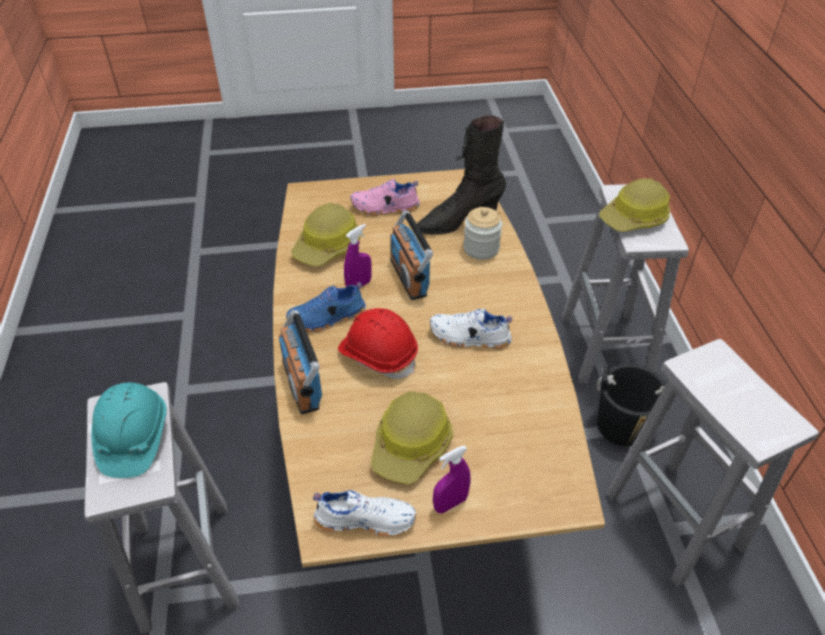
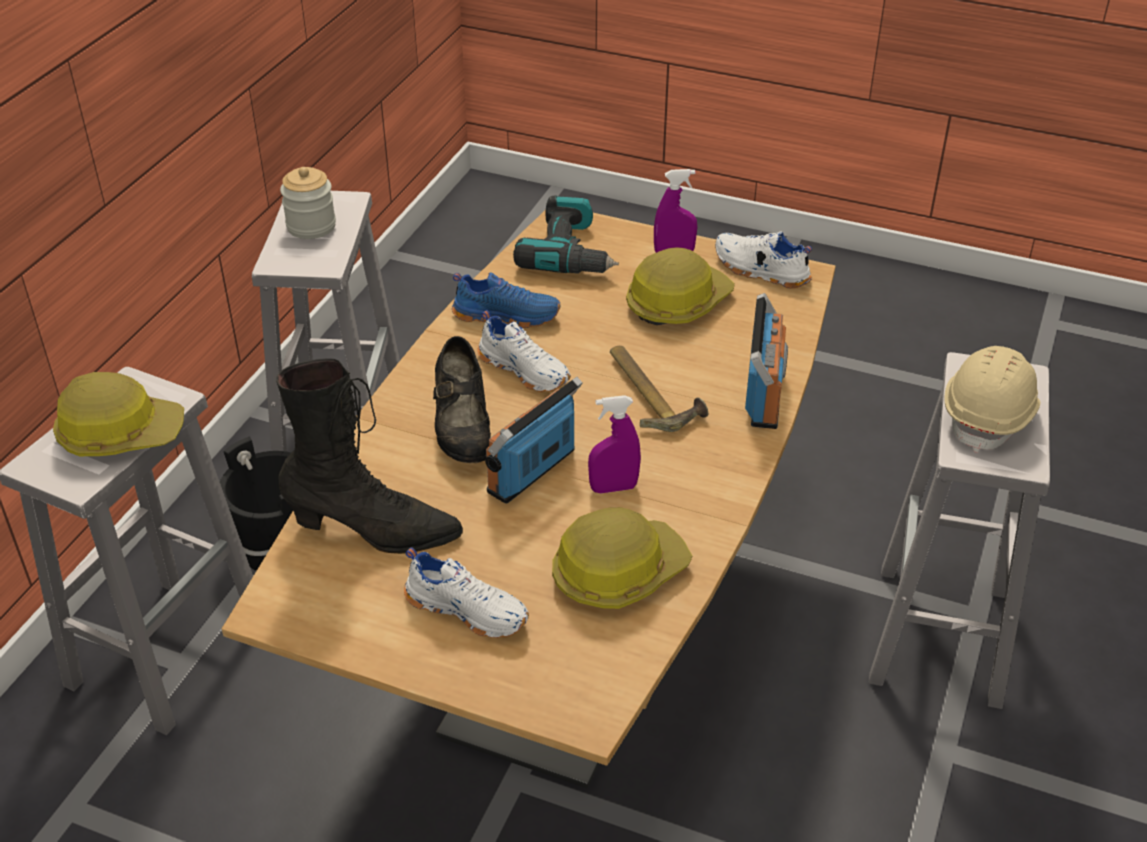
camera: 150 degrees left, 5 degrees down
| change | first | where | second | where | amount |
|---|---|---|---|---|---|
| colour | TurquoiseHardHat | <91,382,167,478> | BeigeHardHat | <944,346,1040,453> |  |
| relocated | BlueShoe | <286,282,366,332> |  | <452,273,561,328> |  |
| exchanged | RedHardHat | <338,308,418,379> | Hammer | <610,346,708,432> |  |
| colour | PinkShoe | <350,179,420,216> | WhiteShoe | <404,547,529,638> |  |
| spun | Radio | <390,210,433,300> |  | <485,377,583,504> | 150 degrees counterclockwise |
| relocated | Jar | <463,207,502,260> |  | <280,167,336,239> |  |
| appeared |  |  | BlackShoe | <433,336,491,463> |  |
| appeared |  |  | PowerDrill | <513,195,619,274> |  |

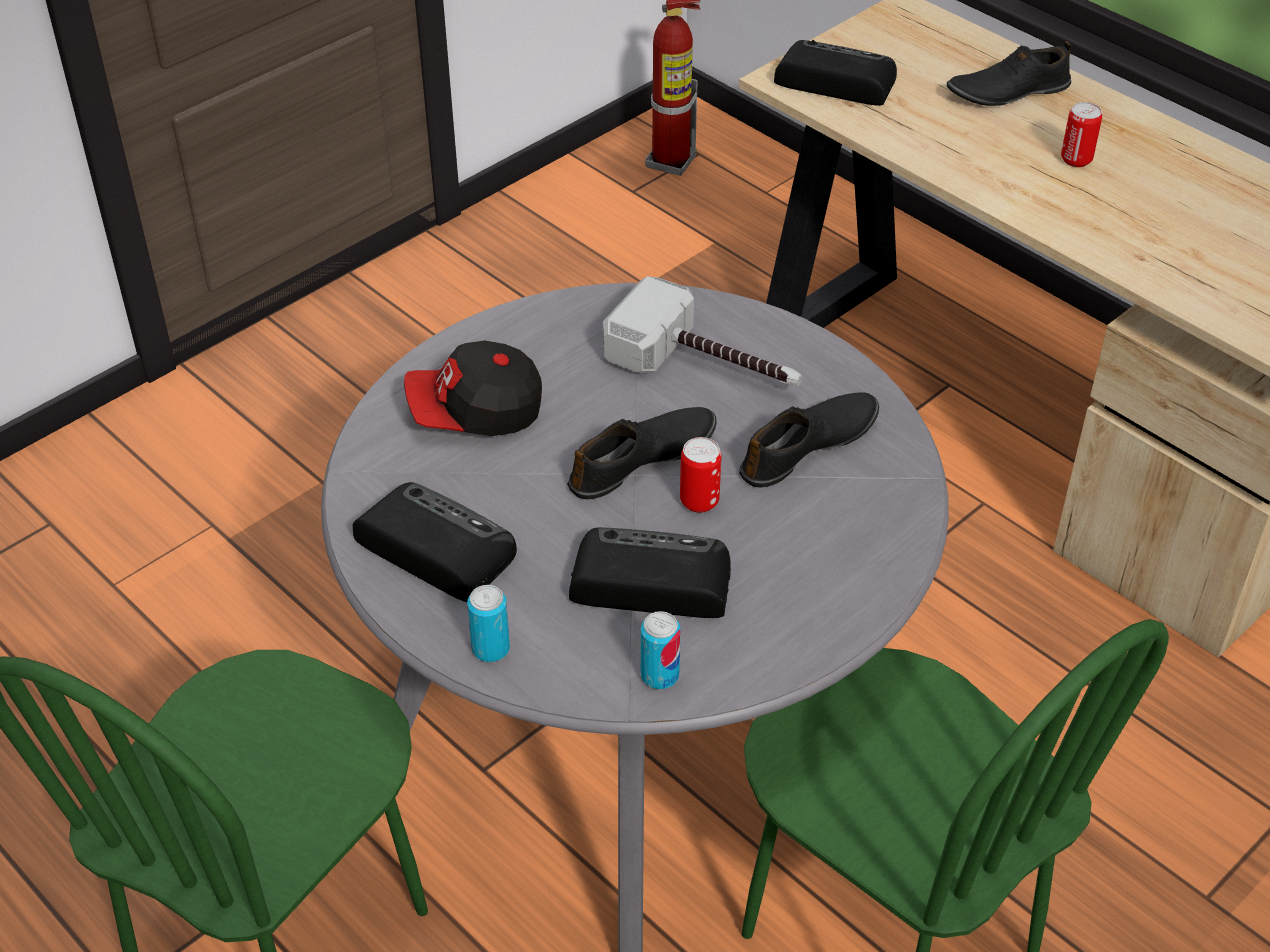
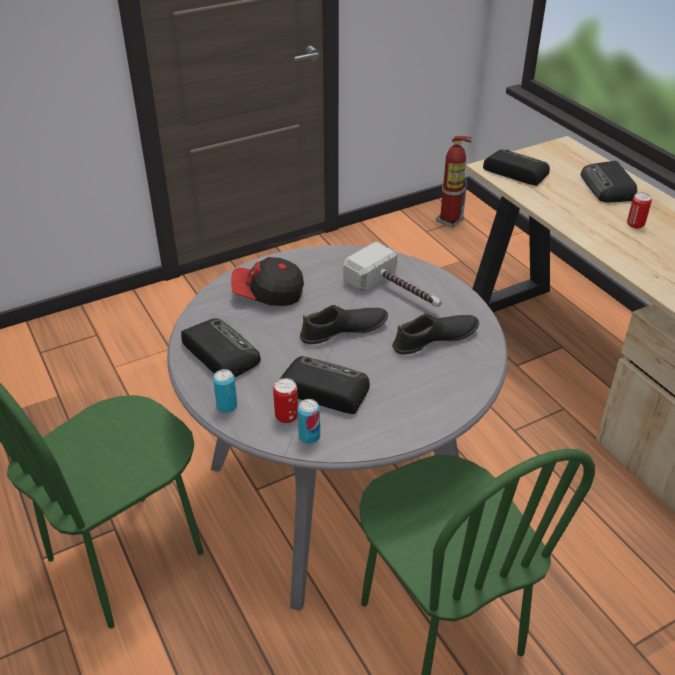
camera: 15 degrees right, 5 degrees down
| change | first | where | second | where | amount |
|---|---|---|---|---|---|
| relocated | Can | <680,437,721,513> |  | <273,378,298,423> |  |
| exchanged | BlackShoe | <947,41,1071,106> | Radio | <581,161,637,202> |  |

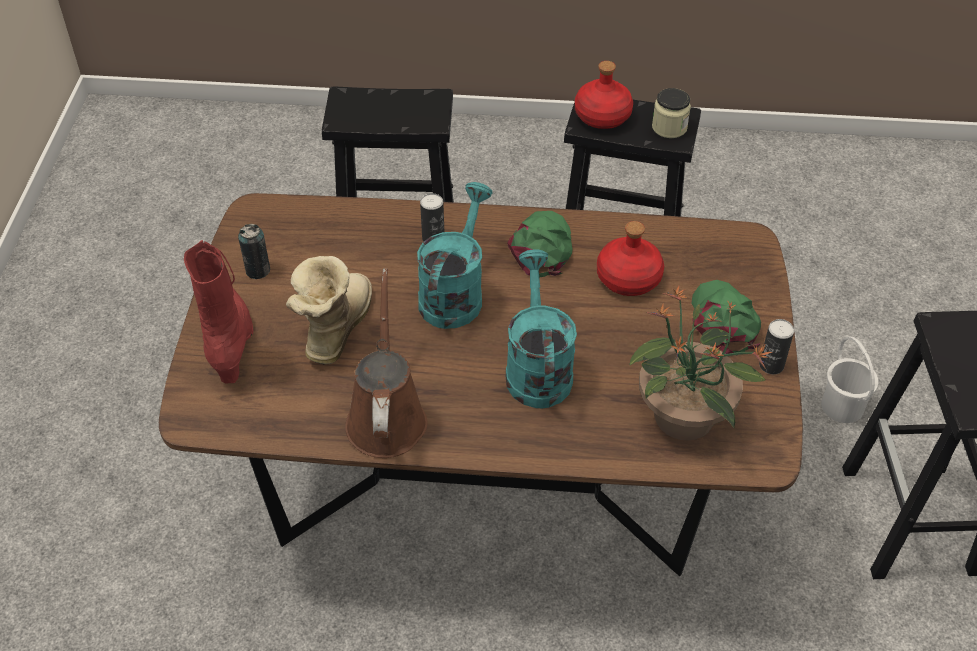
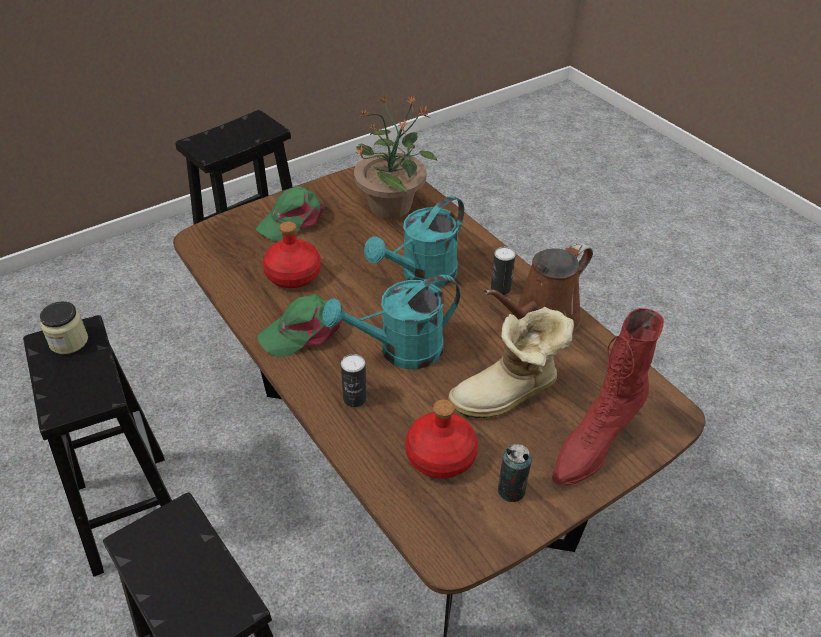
camera: 130 degrees left, 5 degrees down
| change | first | where | second | where | amount |
|---|---|---|---|---|---|
| relocated | RedBottle | <575,61,633,129> |  | <405,399,478,479> |  |
| relocated | Can | <759,319,794,374> |  | <491,247,516,295> |  |
| missing | WhiteBucket | <821,336,878,423> |  |  |  |

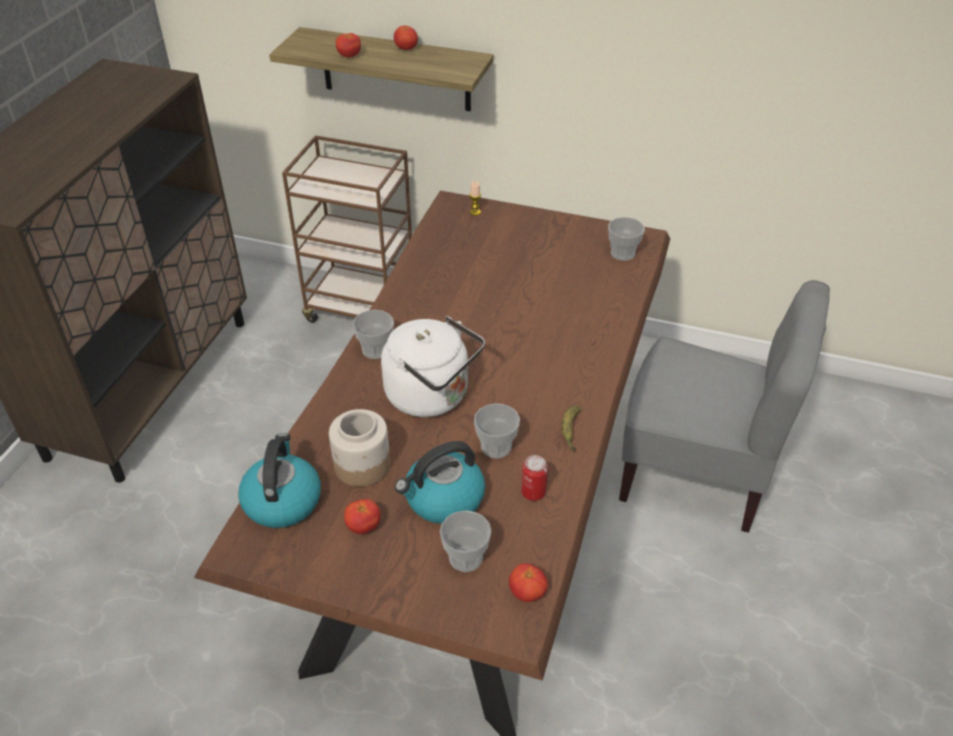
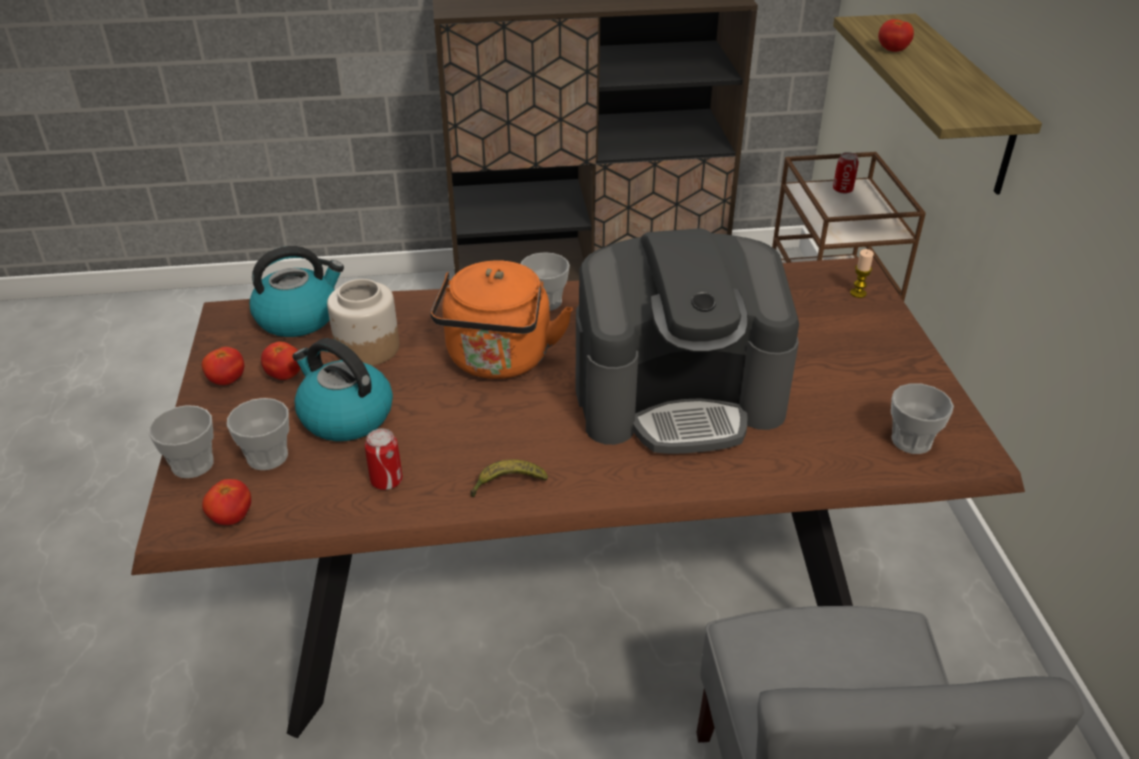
camera: 65 degrees right, 5 degrees down
| change | first | where | second | where | amount |
|---|---|---|---|---|---|
| colour | WhiteKettle | <381,316,485,417> | OrangeKettle | <430,260,573,379> |  |
| relocated | Tomato | <394,26,418,50> |  | <202,347,244,385> |  |
| relocated | Cup | <474,403,520,459> |  | <149,405,214,478> |  |
| appeared |  |  | CoffeeMachine | <576,228,799,454> |  |
| appeared |  |  | Can | <833,152,859,194> |  |

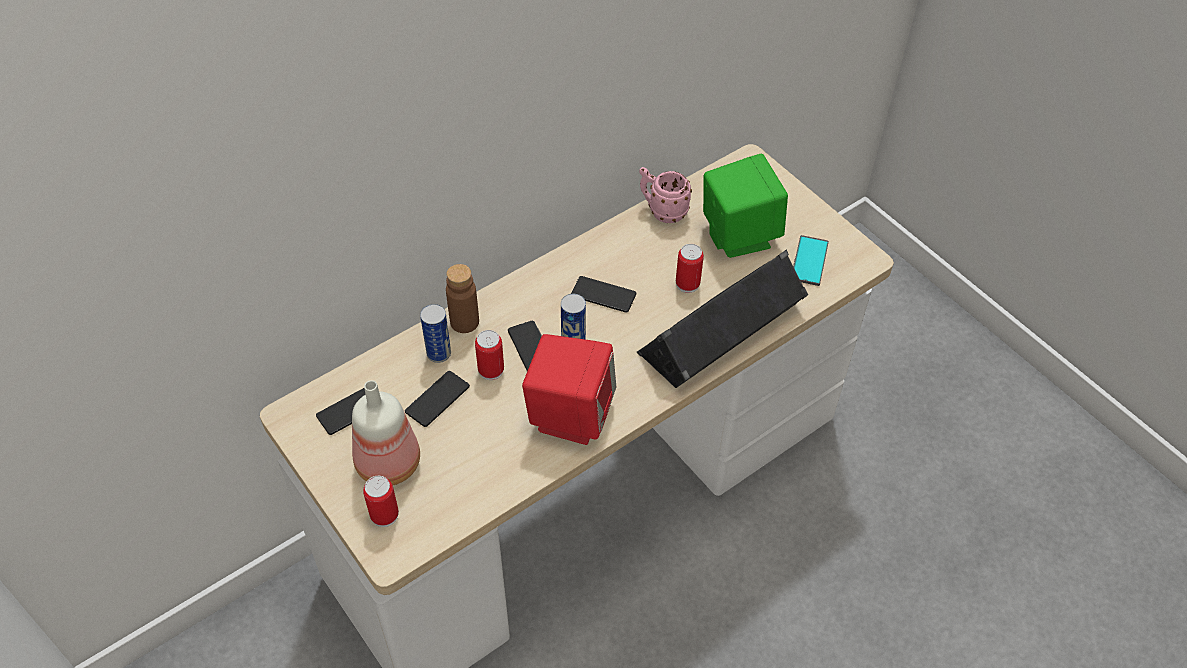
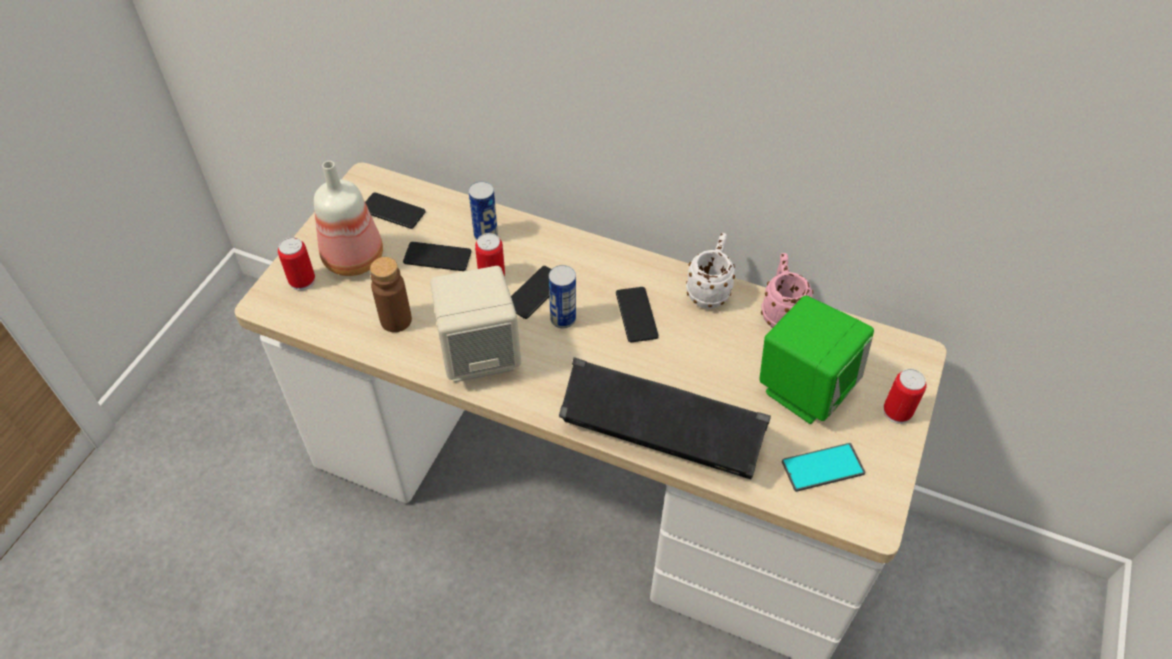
camera: 60 degrees right, 0 degrees up
| change | first | where | second | where | amount |
|---|---|---|---|---|---|
| relocated | BrownBottle | <446,264,479,333> |  | <370,257,412,332> |  |
| colour | RedSpeaker | <522,334,616,445> | BeigeSpeaker | <430,266,521,382> |  |
| relocated | Can | <676,244,704,293> |  | <883,369,927,424> |  |
| appeared |  |  | WhiteMug | <686,233,735,309> |  |

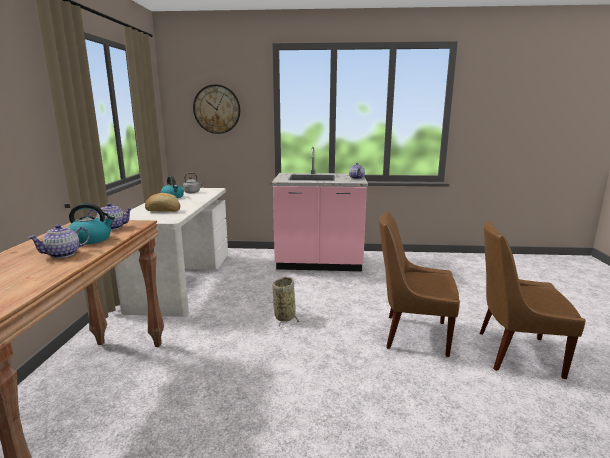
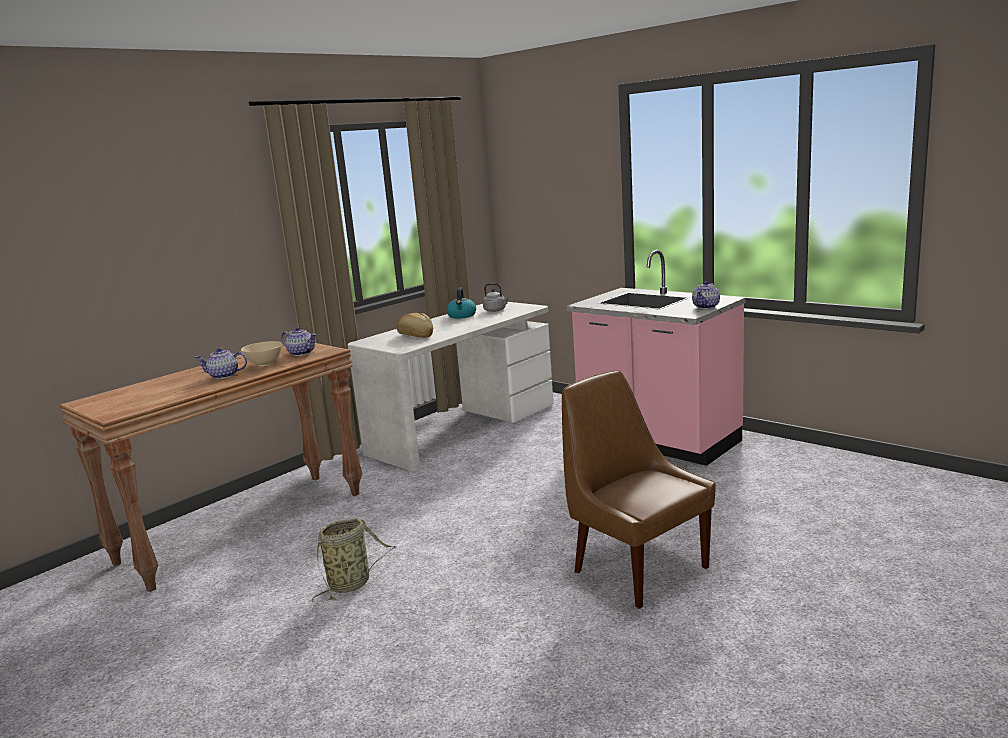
camera: 40 degrees right, 0 degrees up
| change | first | where | second | where | amount |
|---|---|---|---|---|---|
| exchanged | Kettle | <68,203,115,245> | BeigeBowl | <241,341,283,366> |  |
| missing | WallClock | <193,84,240,134> |  |  |  |
| relocated | Basket | <272,277,300,328> |  | <312,518,397,602> |  |
| missing | BrownChair | <480,220,586,379> |  |  |  |

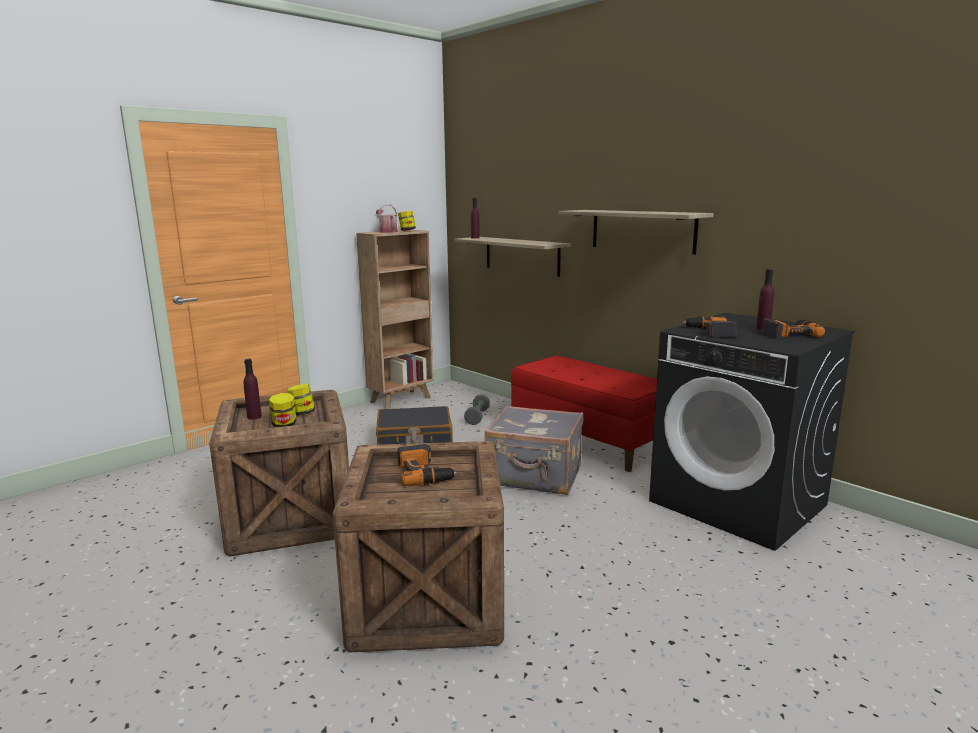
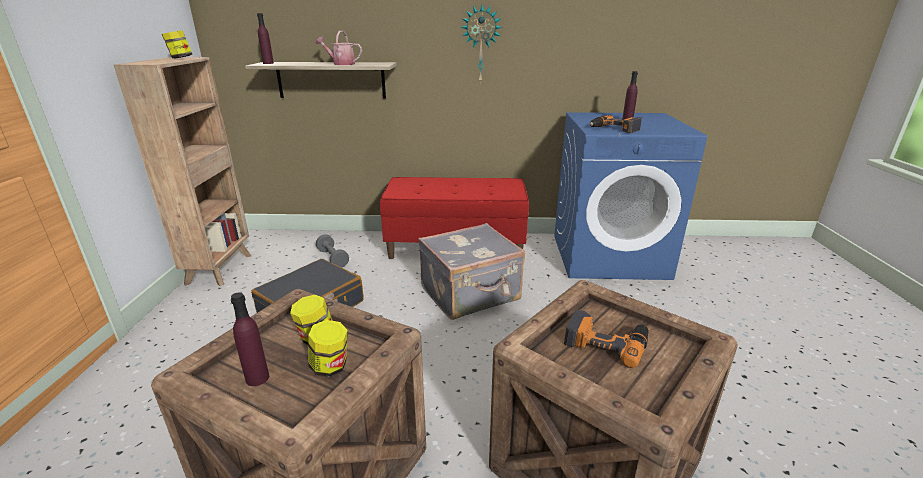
camera: 45 degrees left, 10 degrees up
| change | first | where | second | where | amount |
|---|---|---|---|---|---|
| relocated | WateringCan | <376,205,398,233> |  | <316,31,362,65> |  |
| exchanged | Shelf | <558,210,713,255> | WallClock | <461,5,503,85> |  |
| colour | BlackWashingMachine | <649,313,855,551> | BlueWashingMachine | <554,112,707,280> |  |
| missing | PowerDrill | <762,319,825,339> |  |  |  |

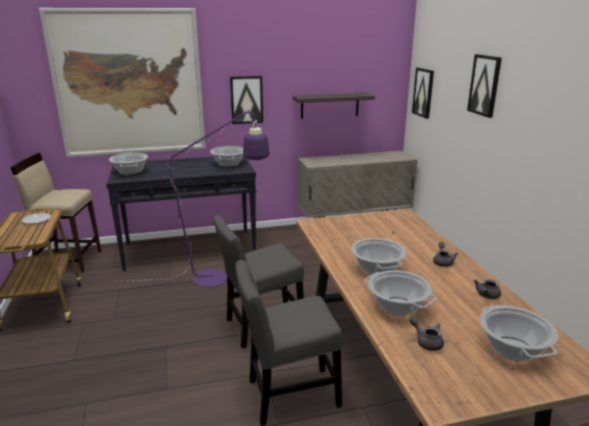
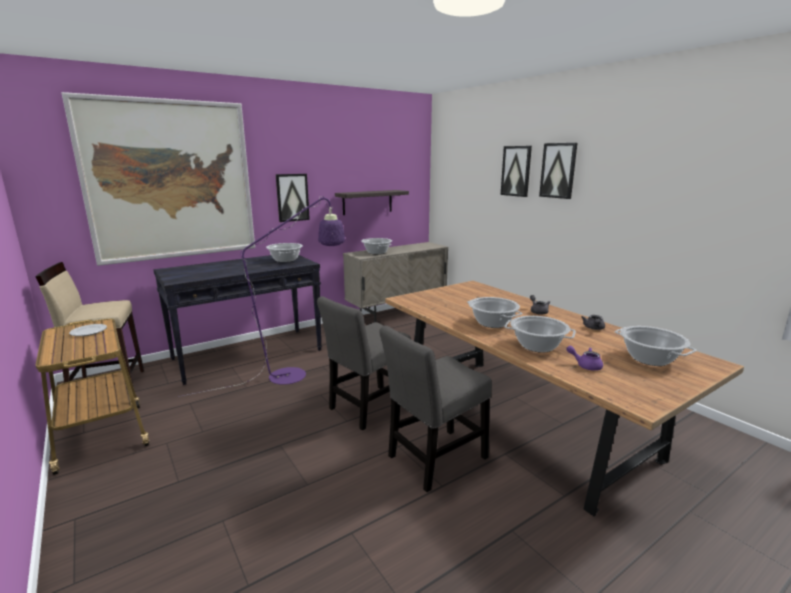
camera: 20 degrees left, 5 degrees down
| change | first | where | second | where | amount |
|---|---|---|---|---|---|
| relocated | CookingPot | <109,153,148,175> |  | <362,238,392,254> |  |
| colour | GreyTeapot | <409,317,444,351> | PurpleTeapot | <566,346,603,371> |  |
| relocated | Picture | <412,68,434,119> |  | <539,143,577,199> |  |

